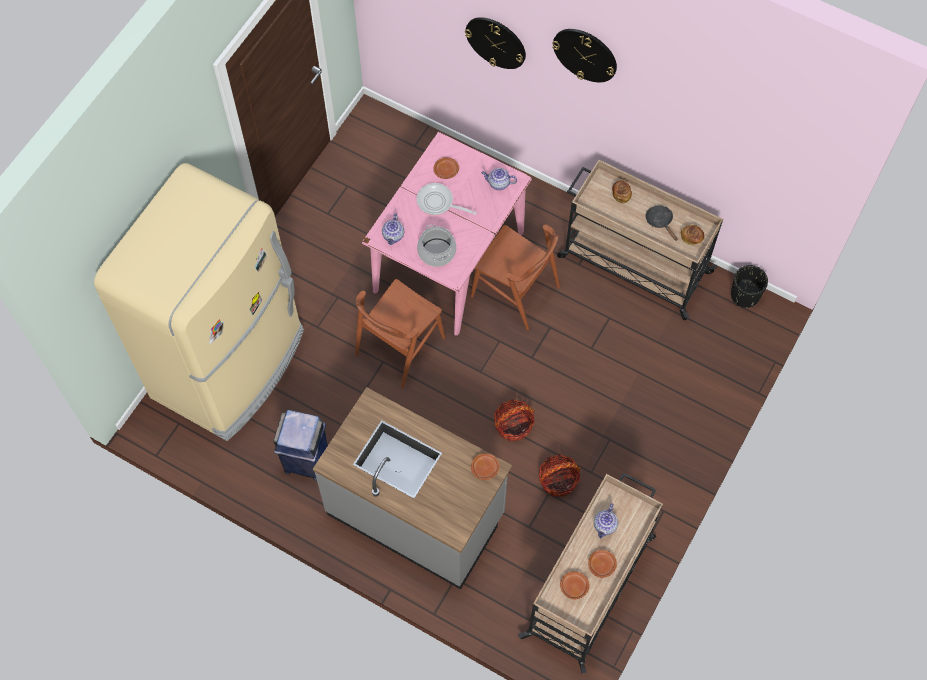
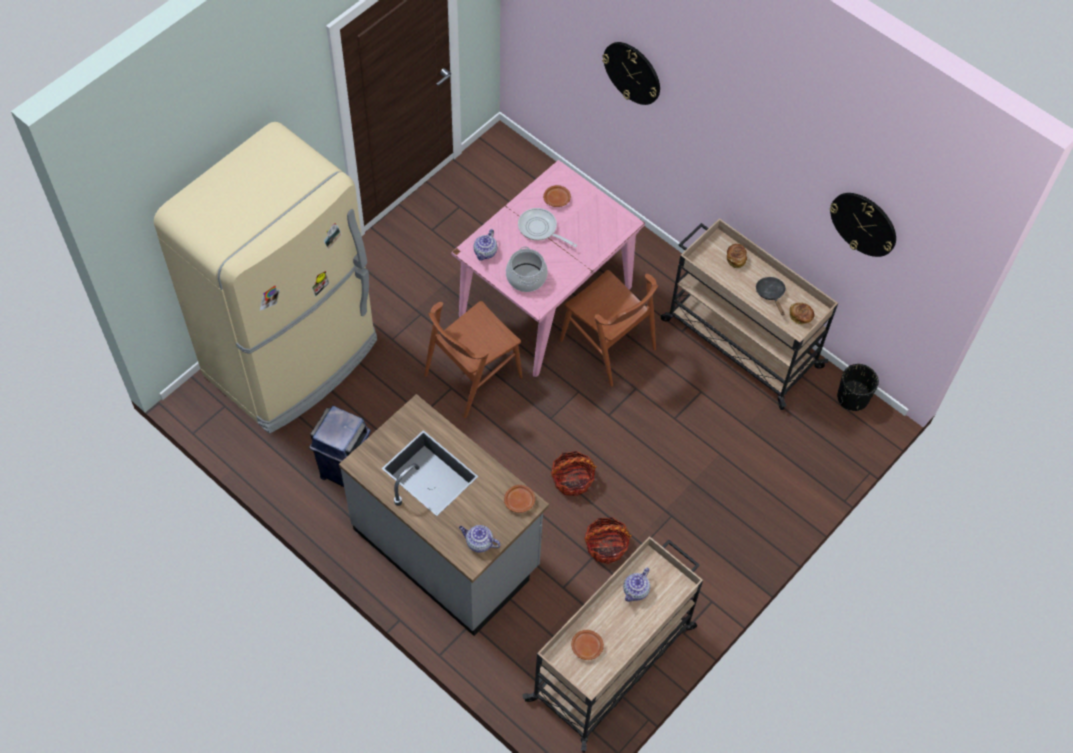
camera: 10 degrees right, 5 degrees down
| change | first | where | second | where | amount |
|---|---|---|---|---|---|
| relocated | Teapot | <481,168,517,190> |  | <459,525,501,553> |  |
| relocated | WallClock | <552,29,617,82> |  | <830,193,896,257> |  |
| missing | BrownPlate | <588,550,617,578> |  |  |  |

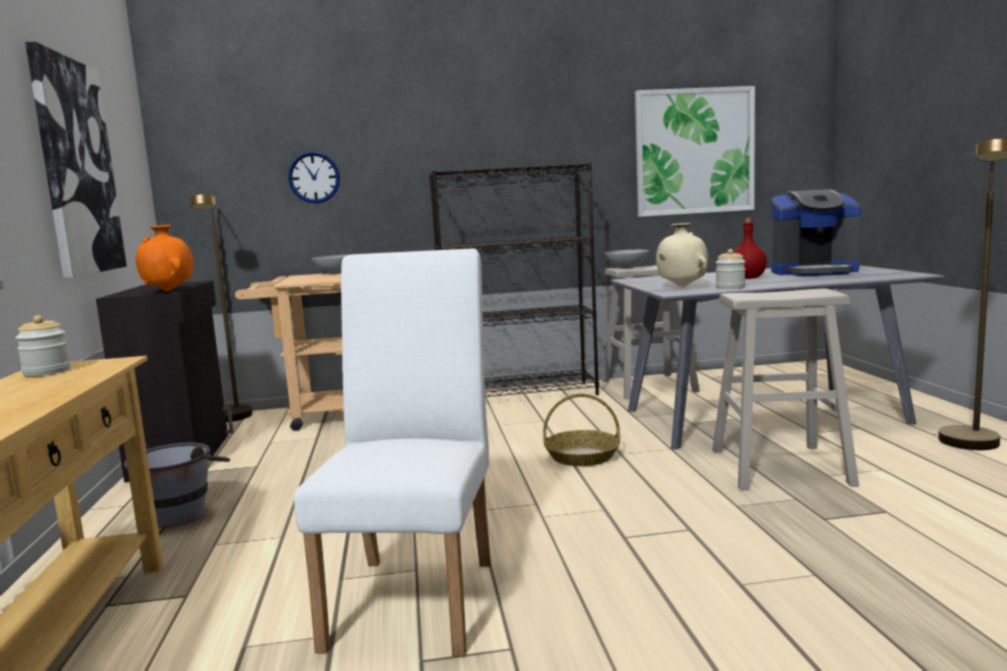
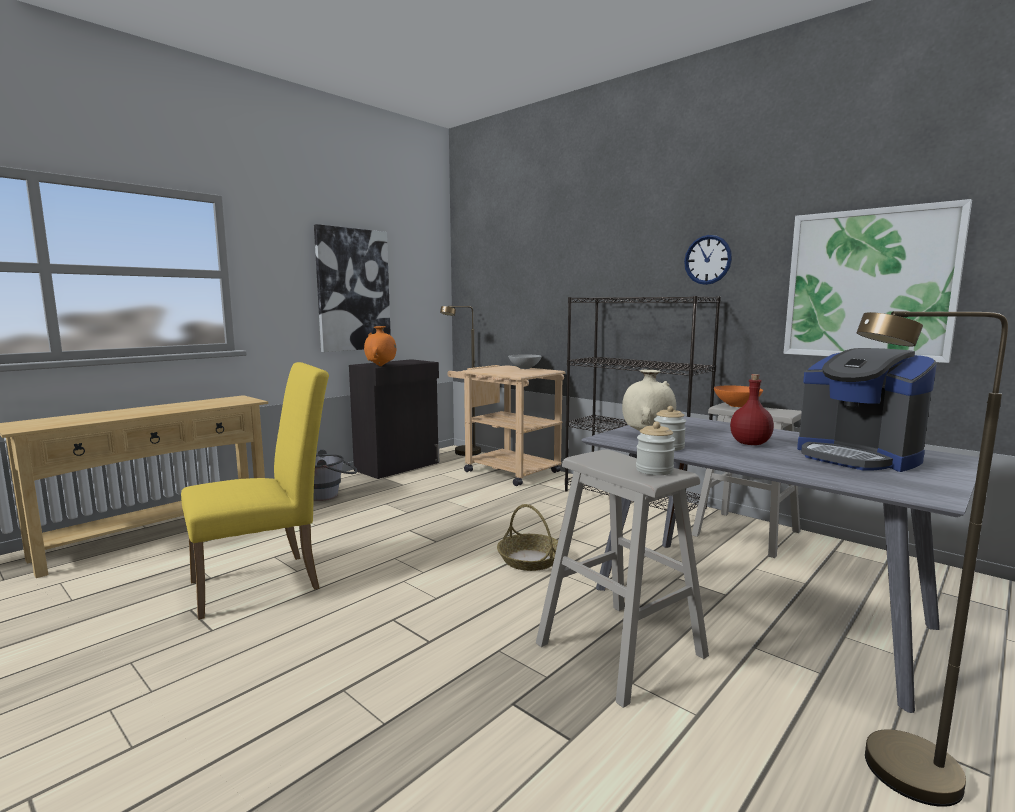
camera: 50 degrees right, 0 degrees up
| change | first | where | second | where | amount |
|---|---|---|---|---|---|
| relocated | Jar | <16,315,71,376> |  | <636,421,675,475> |  |
| relocated | WallClock | <288,151,340,204> |  | <684,235,732,285> |  |
| colour | WhiteChair | <294,248,491,657> | YellowChair | <181,362,329,620> |  |
| colour | GreyBowl | <605,250,649,269> | OrangeBowl | <714,386,763,407> |  |

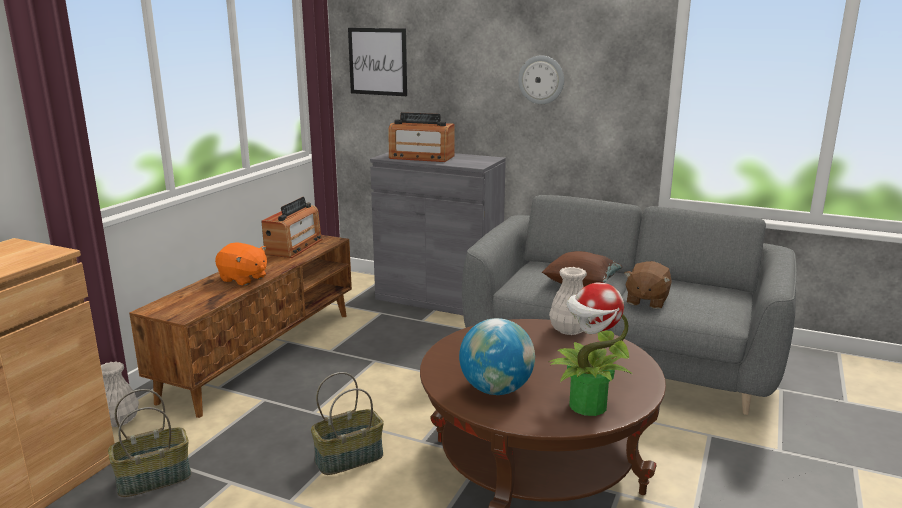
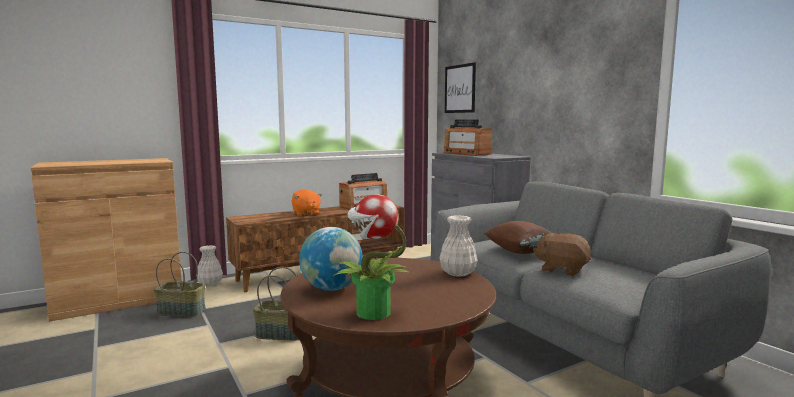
camera: 35 degrees right, 10 degrees down
| change | first | where | second | where | amount |
|---|---|---|---|---|---|
| missing | WallClock | <518,55,564,104> |  |  |  |
| spun | BrownPlushToy | <624,261,671,309> |  | <533,233,592,276> | 60 degrees clockwise |

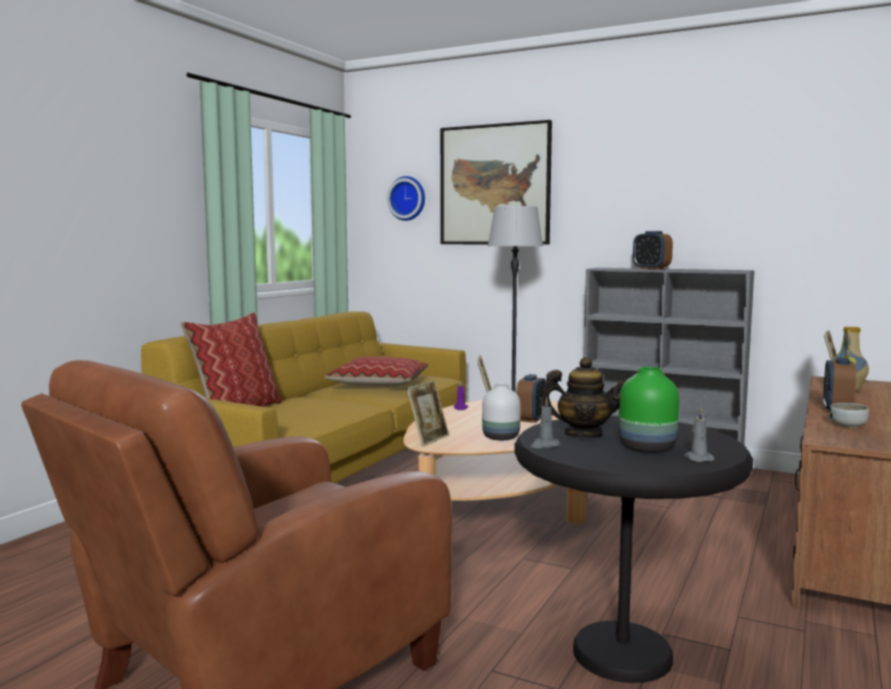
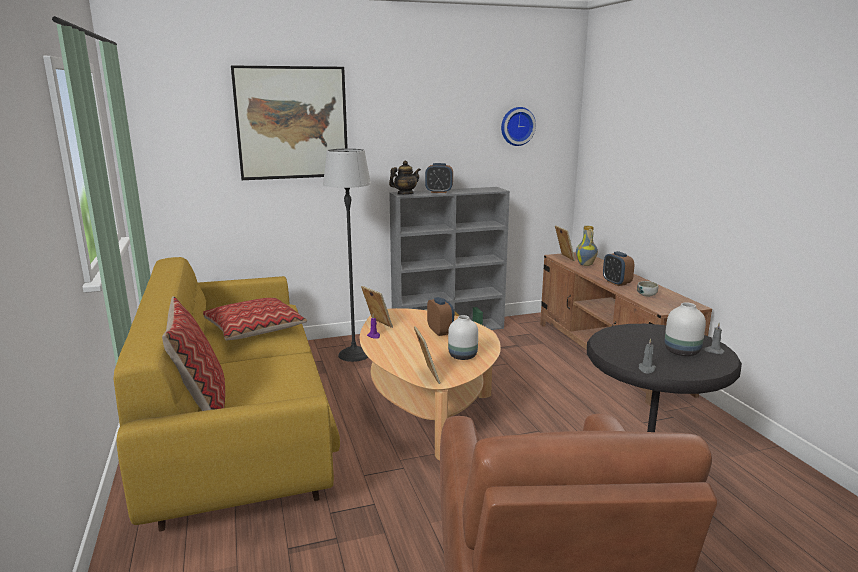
camera: 45 degrees left, 10 degrees up
| change | first | where | second | where | amount |
|---|---|---|---|---|---|
| relocated | WallClock | <387,176,425,221> |  | <501,107,536,146> |  |
| relocated | Teapot | <540,357,626,438> |  | <389,160,421,195> |  |
| colour | GreenVase | <619,367,679,453> | WhiteVase | <665,303,706,356> |  |

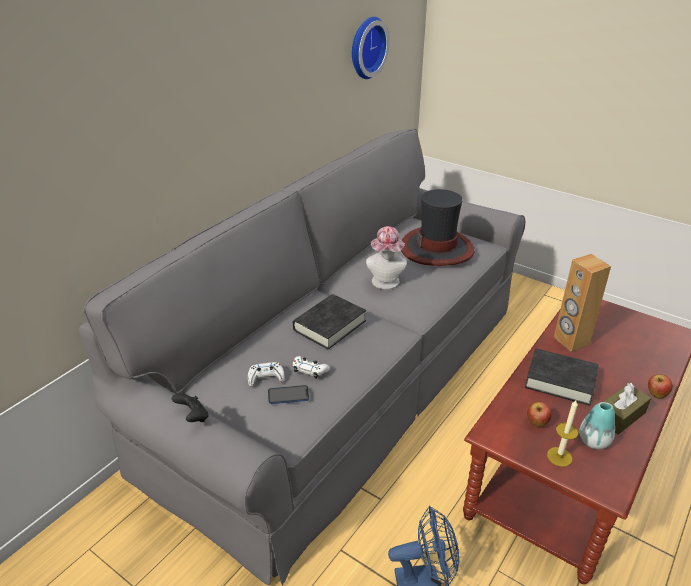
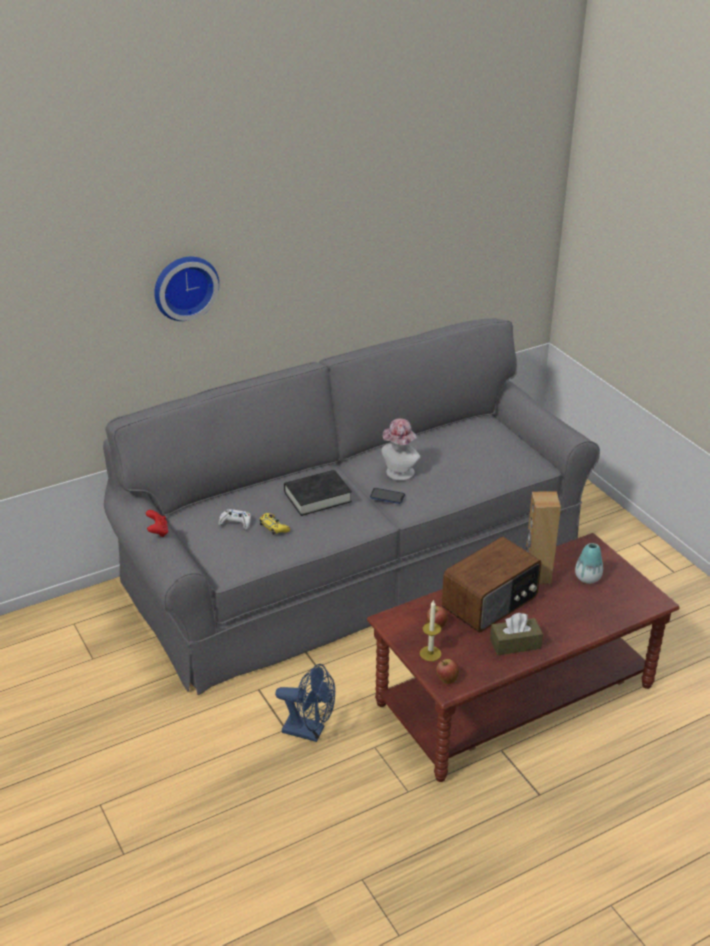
camera: 25 degrees right, 0 degrees up
| change | first | where | second | where | amount |
|---|---|---|---|---|---|
| colour | BlackGameController | <172,394,209,422> | RedGameController | <146,510,168,537> |  |
| relocated | Phone | <268,385,309,404> |  | <370,488,405,504> |  |
| colour | WhiteGameController | <293,356,330,379> | YellowGameController | <260,513,290,535> |  |
| relocated | WallClock | <352,17,389,79> |  | <154,257,219,321> |  |
| missing | Hat | <401,189,474,266> |  |  |  |
| exchanged | BlackBook | <525,348,599,406> | Radio | <442,537,541,633> |  |
| relocated | Vase | <580,402,615,449> |  | <575,543,603,584> |  |
| relocated | Apple | <648,374,673,399> |  | <436,659,459,684> |  |

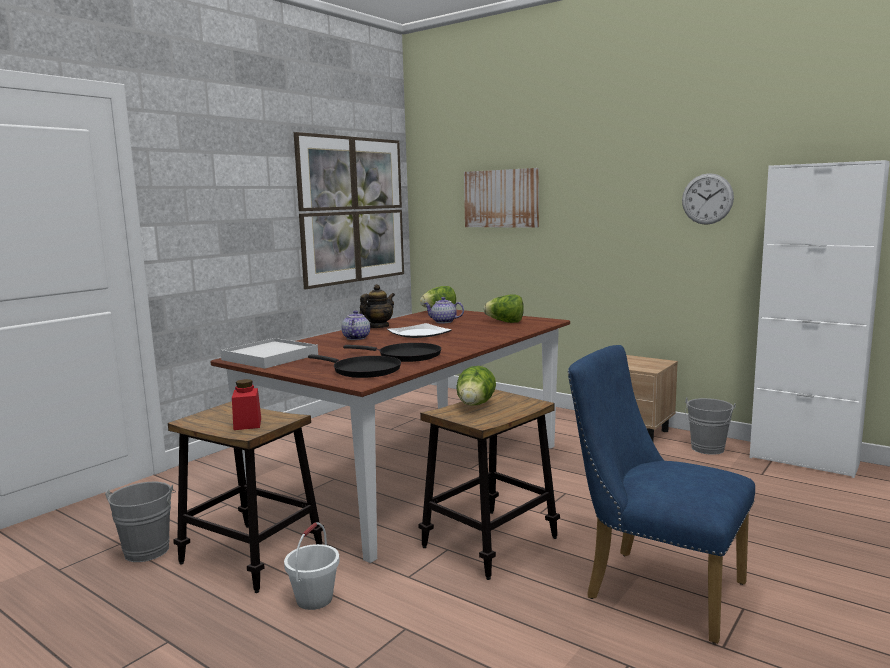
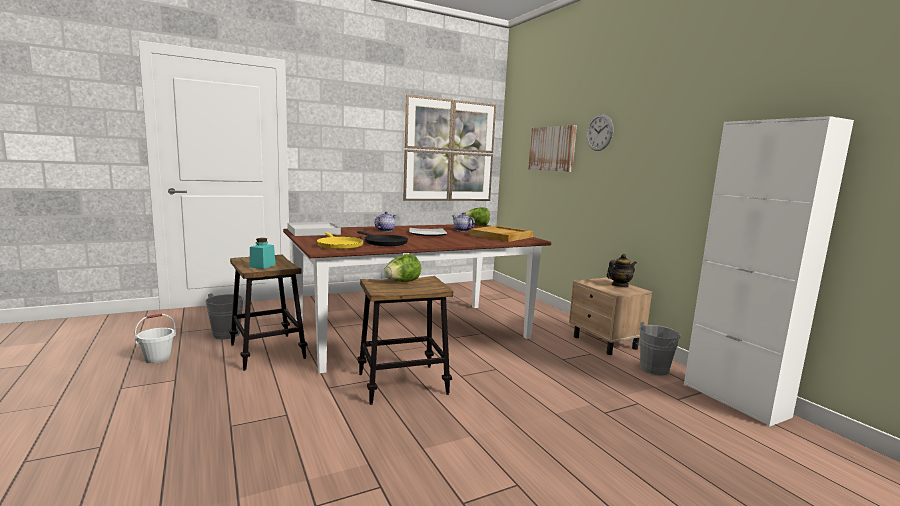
camera: 25 degrees right, 0 degrees up
| change | first | where | second | where | amount |
|---|---|---|---|---|---|
| colour | RedJar | <232,379,261,430> | TurquoiseJar | <250,238,276,269> |  |
| relocated | WhiteBucket | <284,522,340,610> |  | <135,313,176,363> |  |
| colour | BlackFryingPan | <308,354,401,378> | YellowFryingPan | <317,232,364,249> |  |
| relocated | Teapot | <360,284,395,328> |  | <607,254,637,287> |  |
| exchanged | Lettuce | <484,294,524,323> | BeigeTray | <470,226,533,242> |  |
| missing | BlueChair | <568,345,755,644> |  |  |  |
| relocated | WallClock | <682,173,734,225> |  | <586,114,613,151> |  |

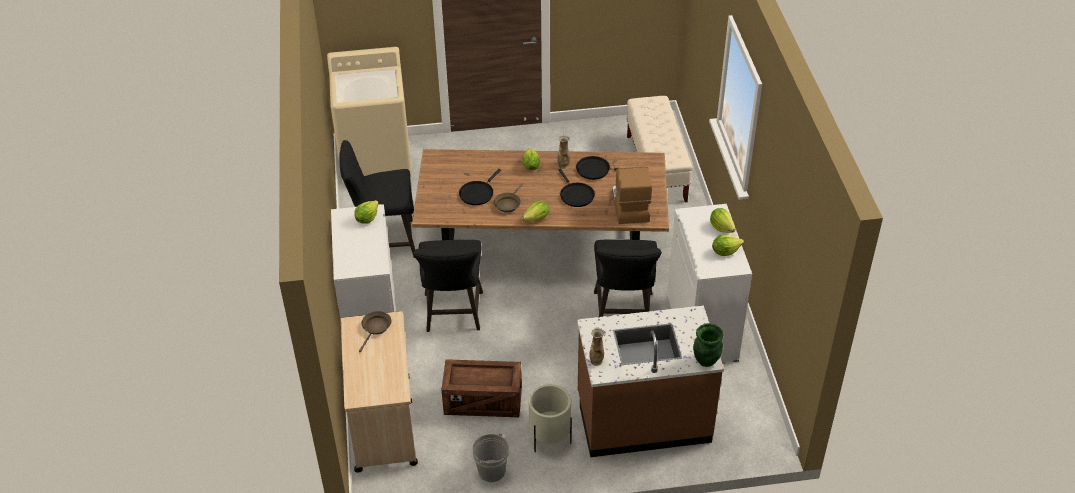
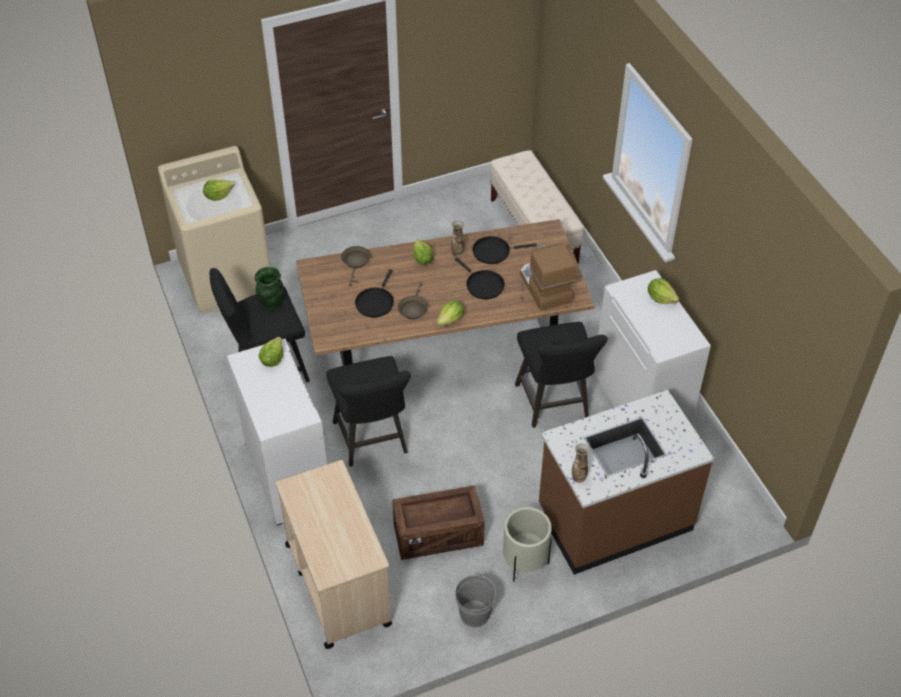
camera: 15 degrees left, 5 degrees up
| change | first | where | second | where | amount |
|---|---|---|---|---|---|
| relocated | BrownFryingPan | <359,311,391,353> |  | <341,246,370,287> |  |
| relocated | GreenVase | <693,323,723,367> |  | <255,267,284,309> |  |
| relocated | Lettuce | <712,235,744,256> |  | <203,179,234,201> |  |

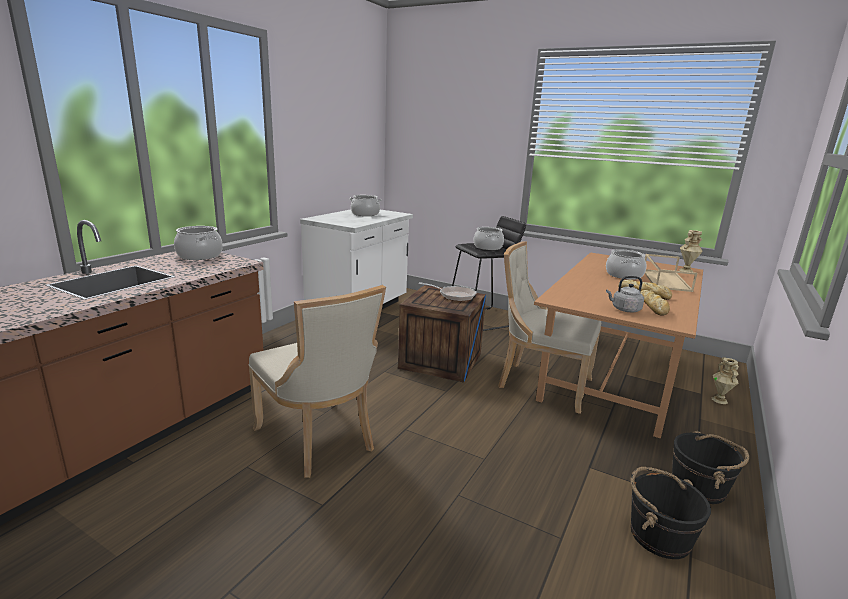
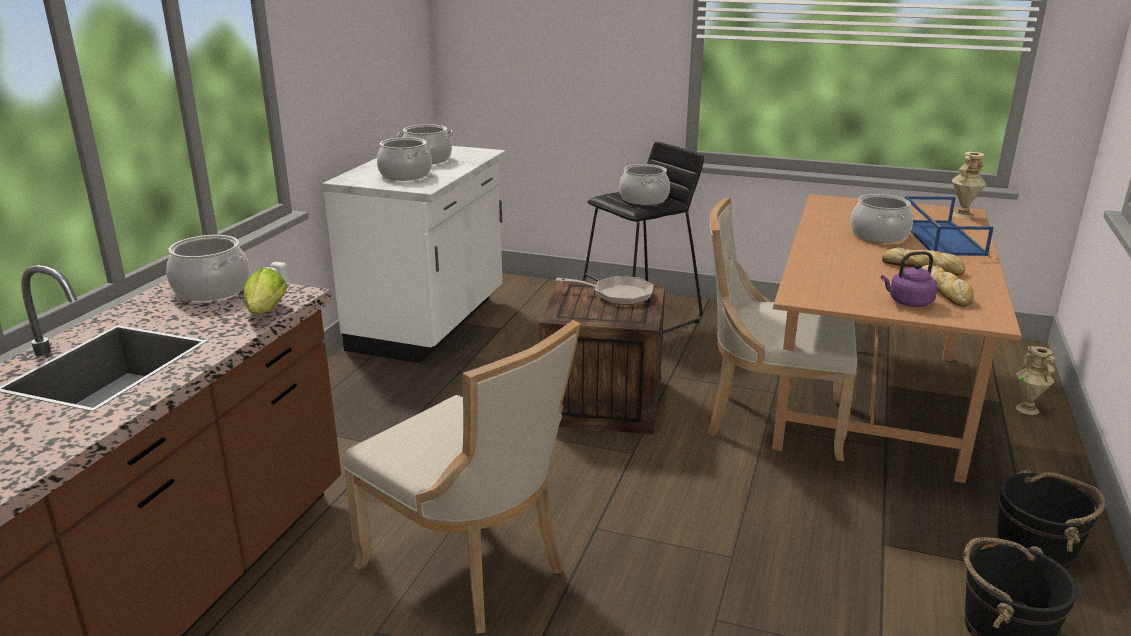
camera: 10 degrees left, 5 degrees up
| change | first | where | second | where | amount |
|---|---|---|---|---|---|
| colour | GreyKettle | <606,276,644,312> | PurpleKettle | <881,251,938,307> |  |
| colour | BeigeTray | <645,254,697,292> | BlueTray | <905,196,994,256> |  |
| appeared |  |  | Lettuce | <244,267,288,314> |  |
| appeared |  |  | CookingPot | <377,137,432,181> |  |

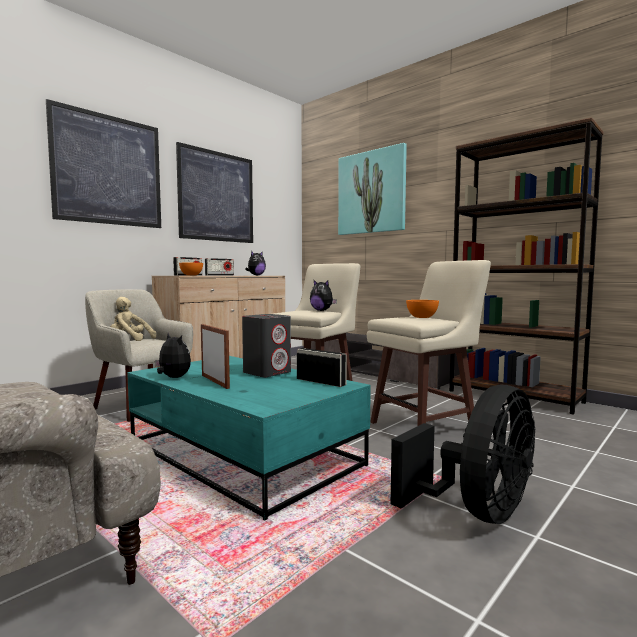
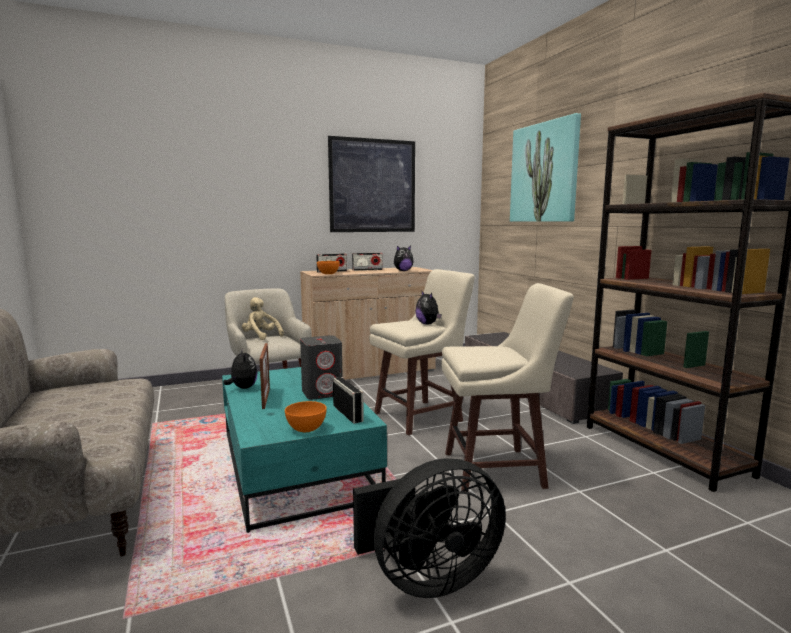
camera: 25 degrees right, 5 degrees up
| change | first | where | second | where | amount |
|---|---|---|---|---|---|
| missing | Picture | <46,99,161,228> |  |  |  |
| relocated | OrangeBowl | <406,300,439,318> |  | <285,401,327,432> |  |

